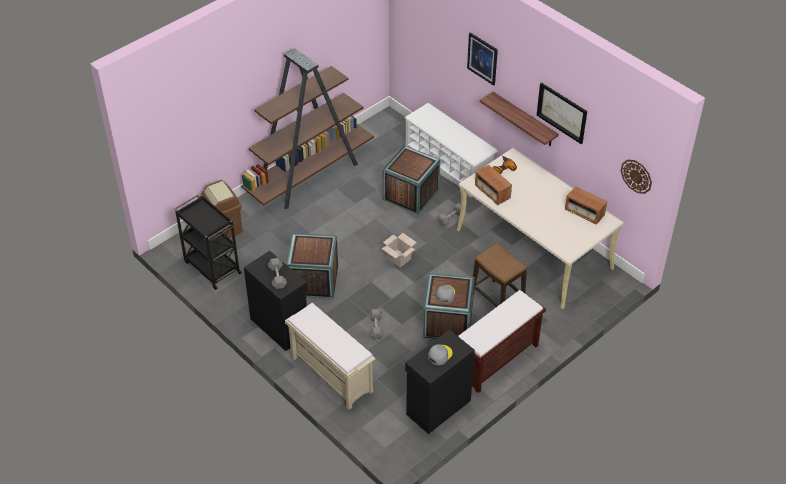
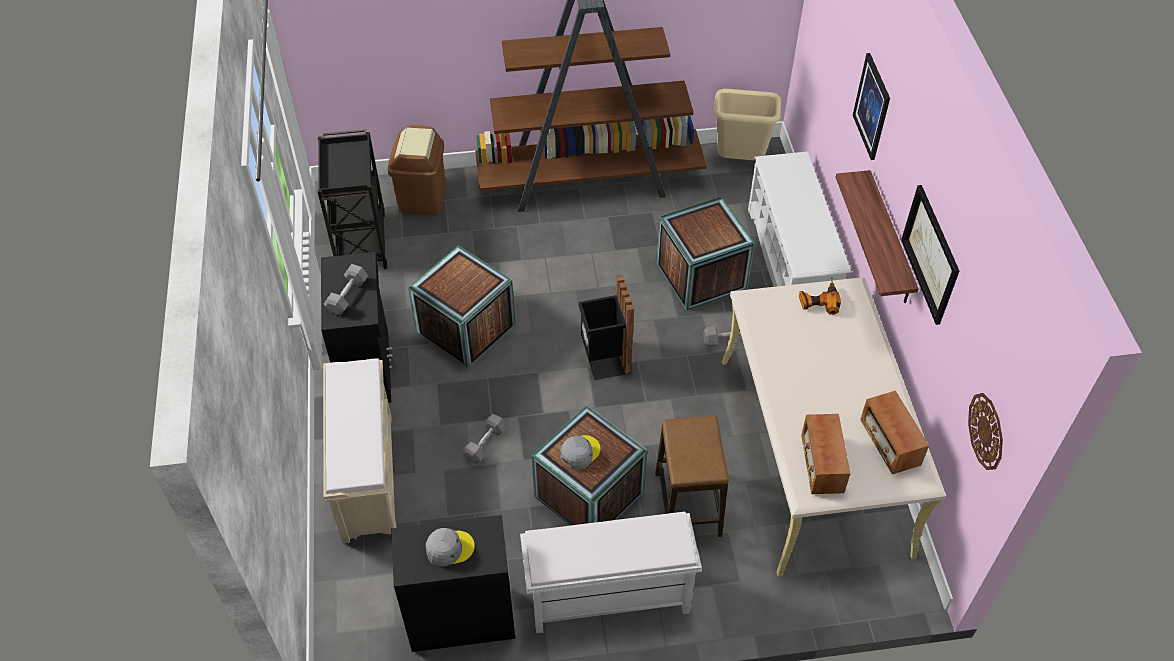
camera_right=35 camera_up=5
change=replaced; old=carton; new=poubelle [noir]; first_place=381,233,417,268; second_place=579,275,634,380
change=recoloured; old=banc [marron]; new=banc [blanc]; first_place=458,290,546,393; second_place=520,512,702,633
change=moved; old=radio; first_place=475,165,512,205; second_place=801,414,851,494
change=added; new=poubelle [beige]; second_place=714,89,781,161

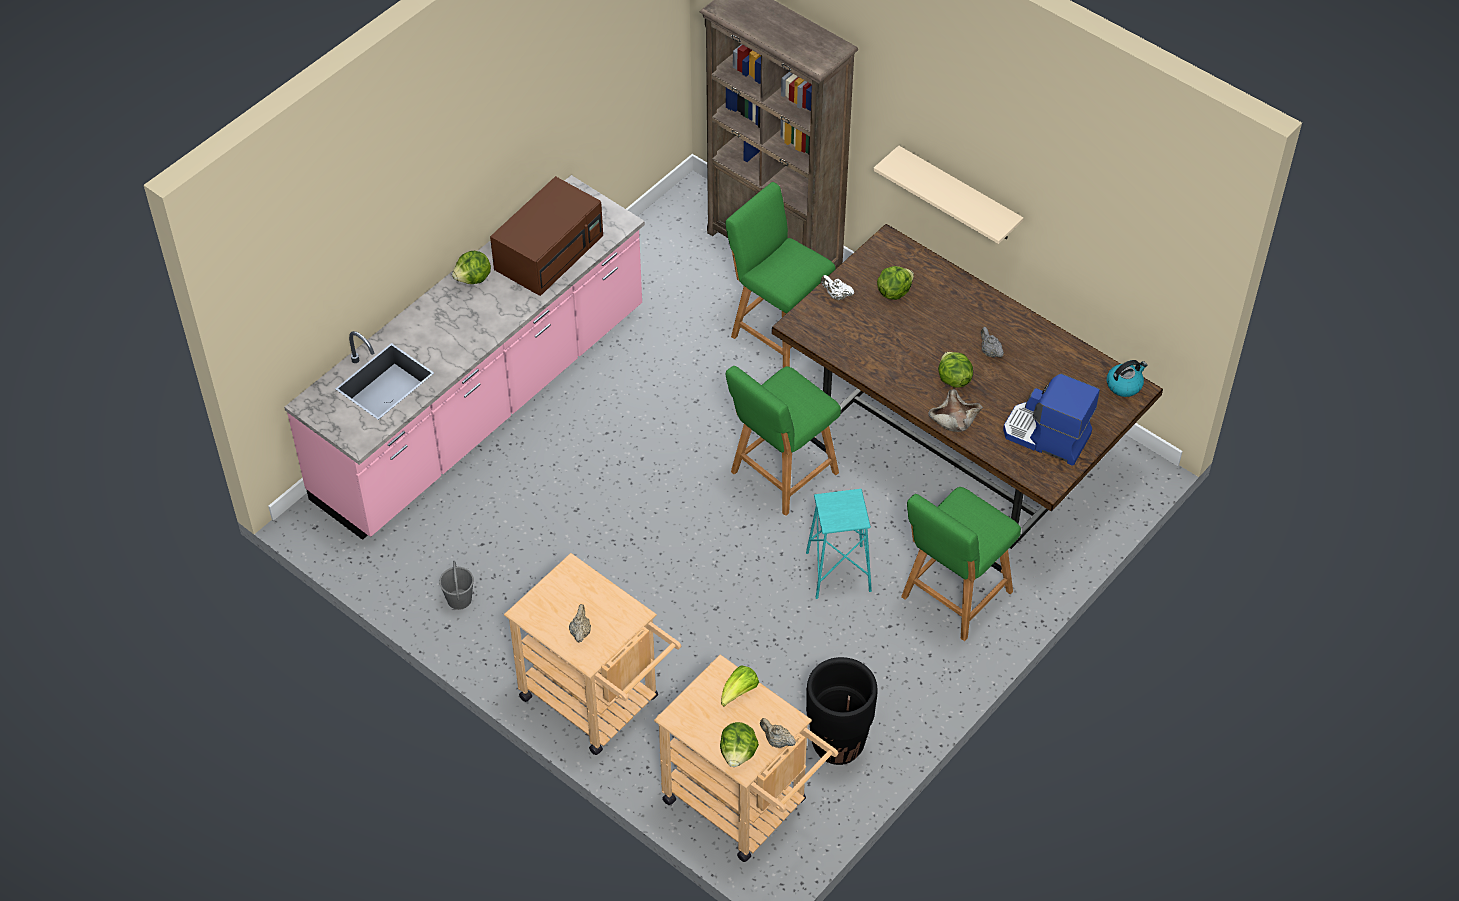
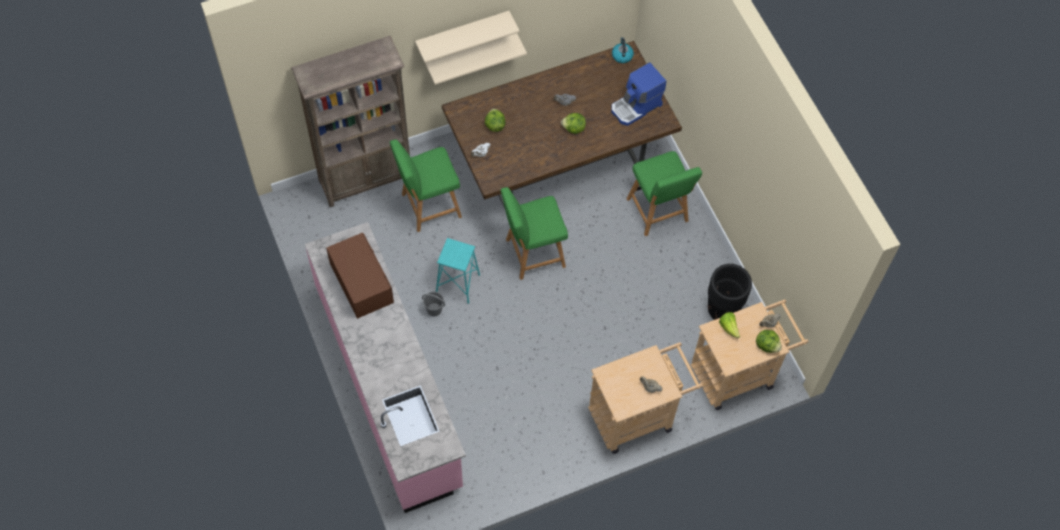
camera_right=-65 camera_up=10
change=moved; old=seau [gris]; first_place=439,561,474,610; second_place=422,291,445,317
change=removed; old=laitue; first_place=452,251,491,284
change=turned; old=chaise [vert]; first_place=726,366,841,516; second_place=501,187,568,280; degrees=90
change=moved; old=tabouret [turquoise]; first_place=806,489,872,599; second_place=436,238,480,304
change=removed; old=bol [beige]; first_place=928,389,983,432
change=added; new=étagère [beige]; second_place=415,11,519,63

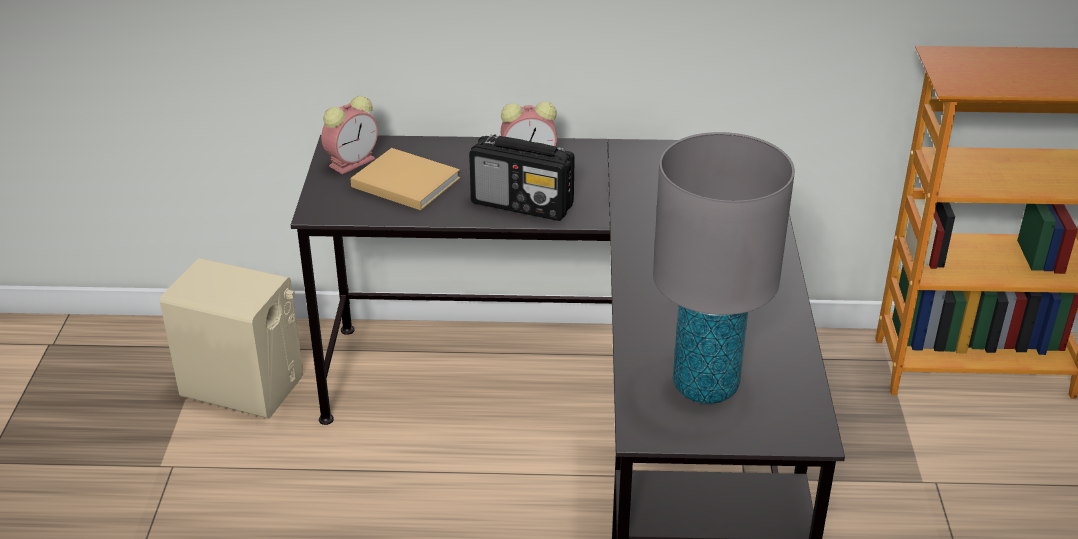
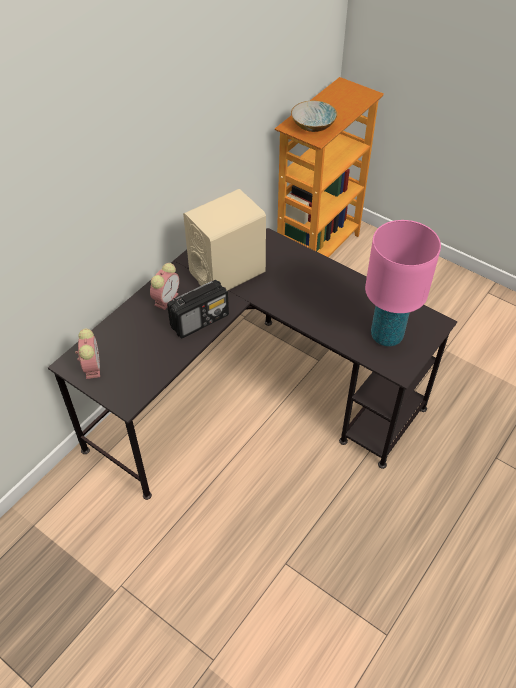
camera_right=-55 camera_up=15
change=moved; old=enceinte [beige]; first_place=160,258,303,419; second_place=183,189,266,291
change=removed; old=livre [beige]; first_place=350,148,460,210
change=recoloured; old=lampe de table [gris]; new=lampe de table [rose]; first_place=653,132,795,404; second_place=365,220,441,346
change=added; new=bol; second_place=291,101,337,132

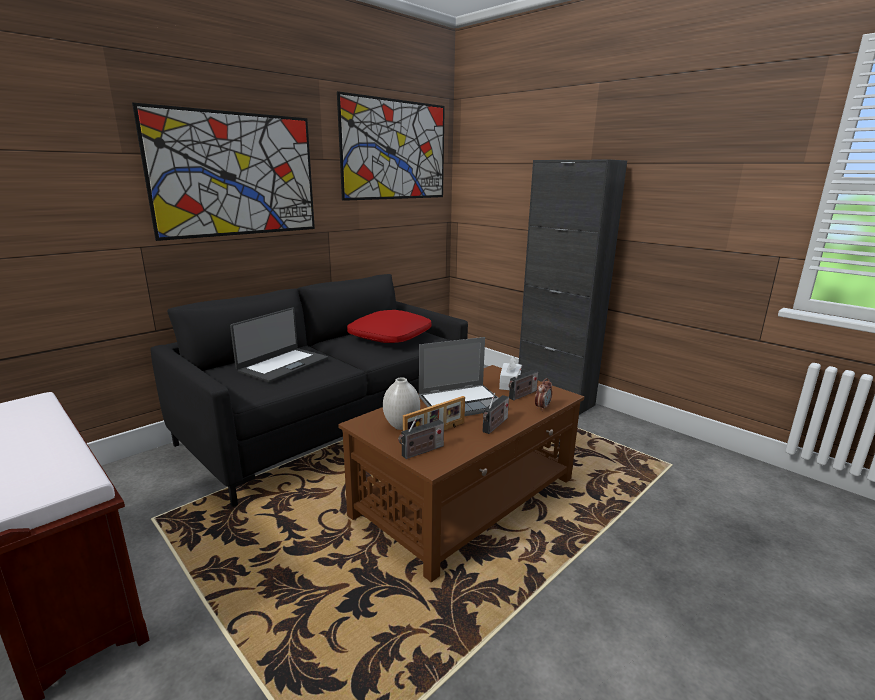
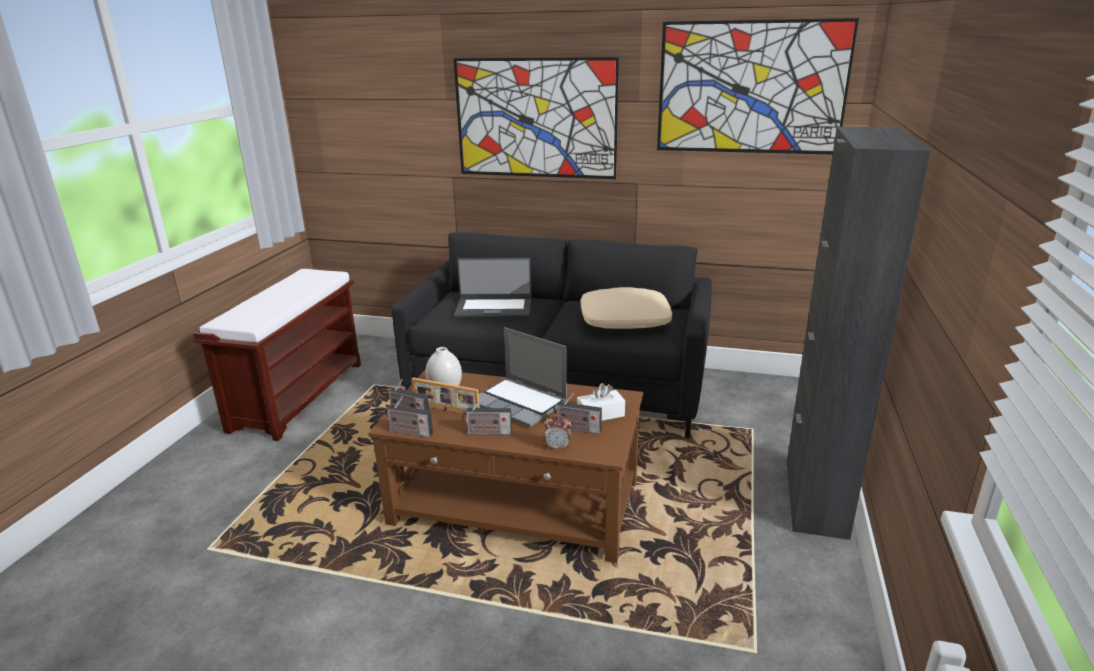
camera_right=60 camera_up=5
change=recoloured; old=coussin [rouge]; new=coussin [beige]; first_place=347,310,431,343; second_place=581,287,672,329
change=added; new=radio; second_place=385,397,433,437

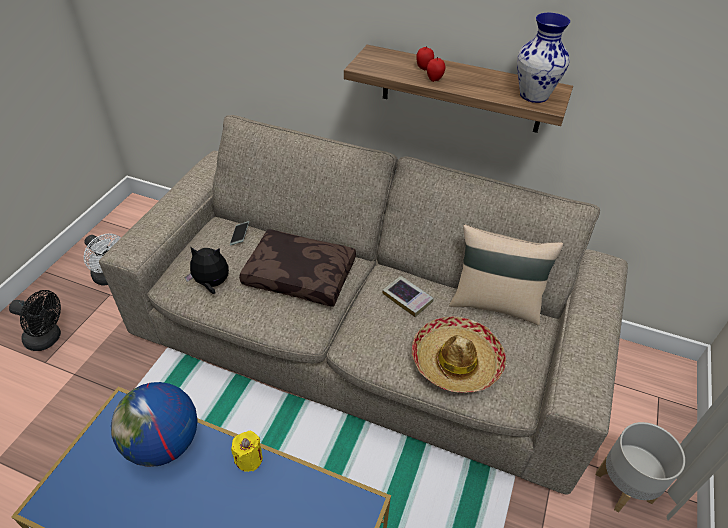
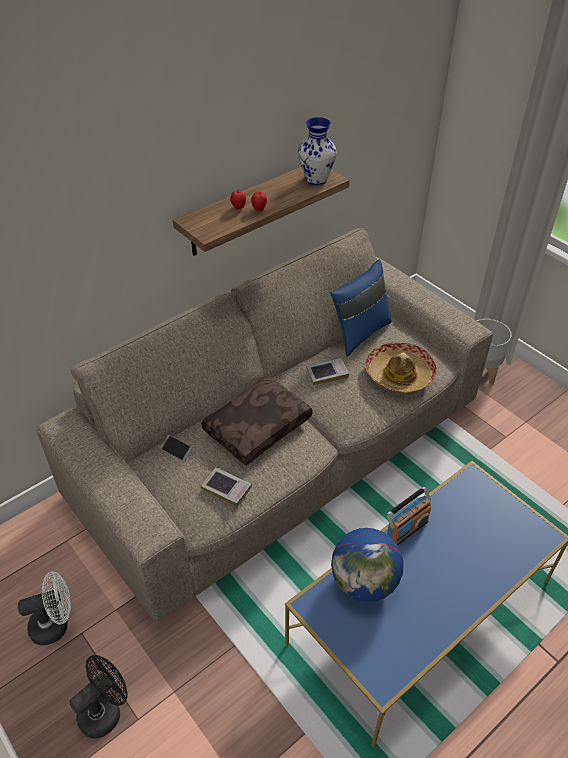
camera_right=-60 camera_up=0
change=replaced; old=peluche; new=livre; first_place=185,246,229,294; second_place=201,467,252,507
change=replaced; old=bougie [jaune]; new=radio; first_place=231,431,263,472; second_place=387,487,431,545
change=recoloured; old=coussin [beige]; new=coussin [bleu]; first_place=449,225,563,325; second_place=330,260,392,357

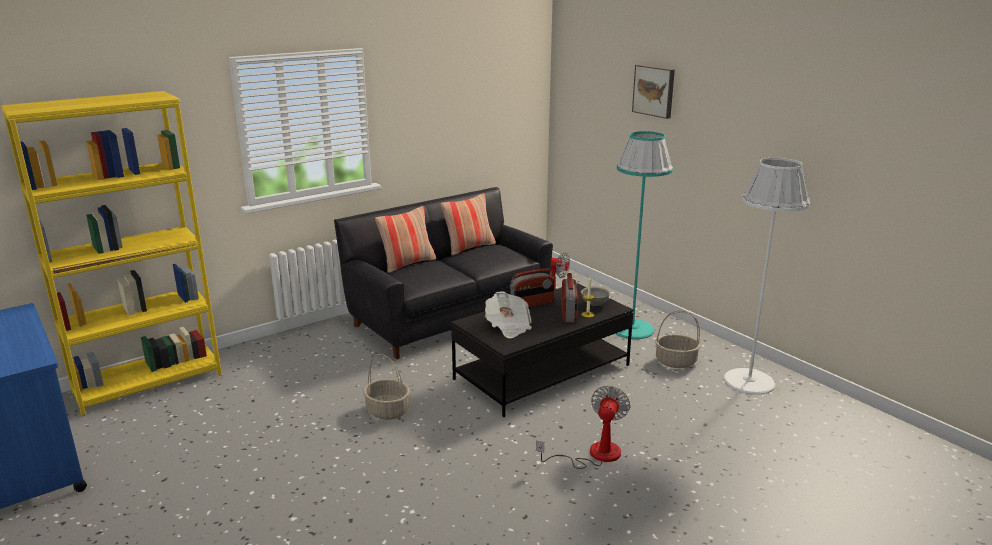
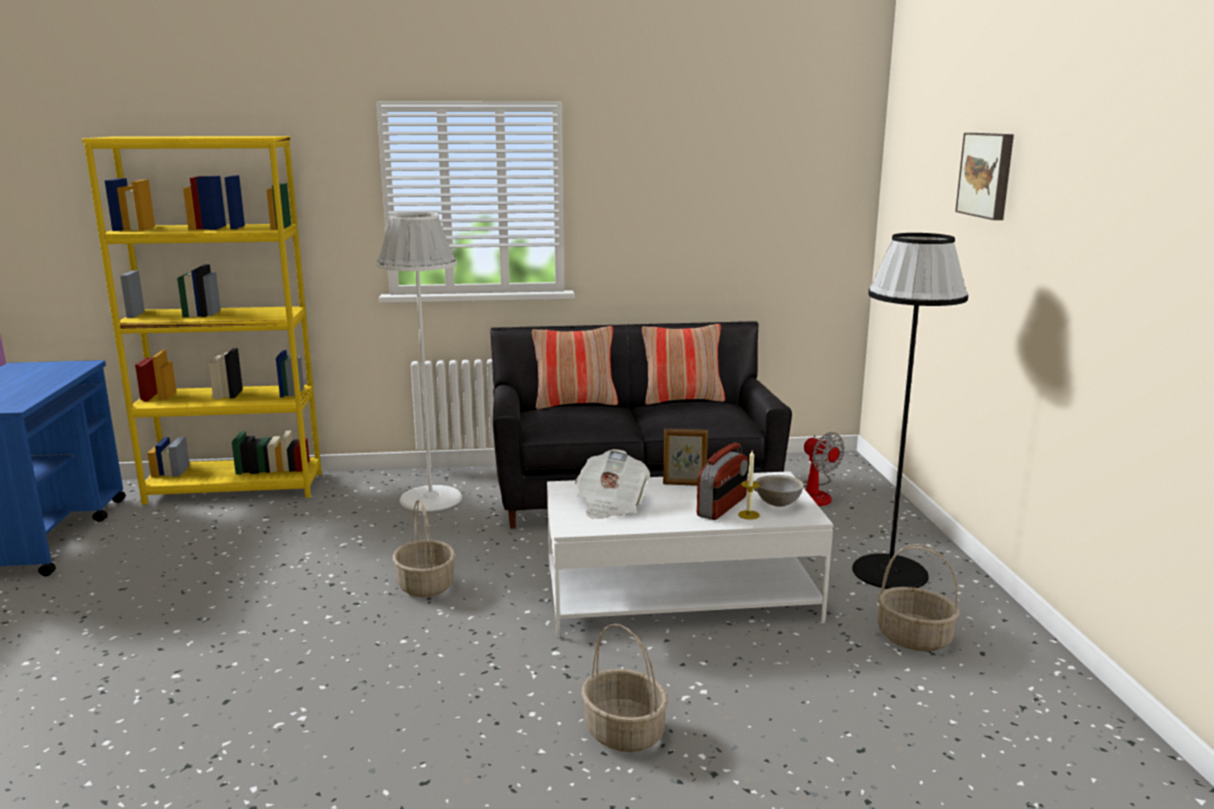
camera_right=30 camera_up=-5
change=recoloured; old=table basse [noir]; new=table basse [blanc]; first_place=451,283,634,417; second_place=547,471,833,638
change=replaced; old=radio; new=cadre photo; first_place=510,268,555,307; second_place=663,428,708,486
change=replaced; old=ventilateur; new=panier; first_place=536,385,631,469; second_place=582,624,668,752
change=recoloured; old=lampadaire [turquoise]; new=lampadaire [noir]; first_place=615,131,673,339; second_place=852,233,968,589
change=moved; old=lampadaire [blanc]; first_place=724,158,810,395; second_place=377,212,462,511

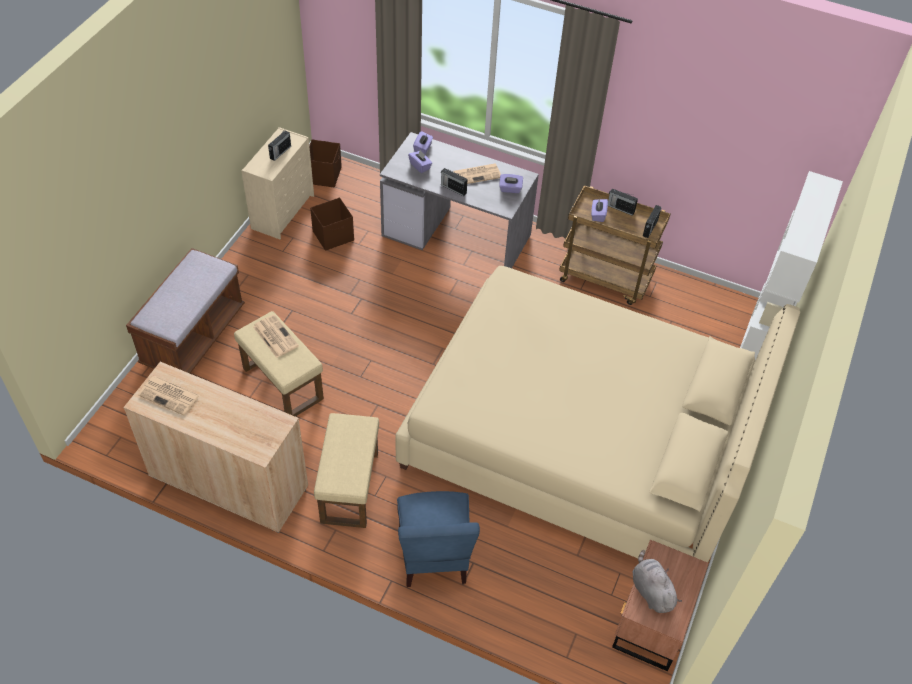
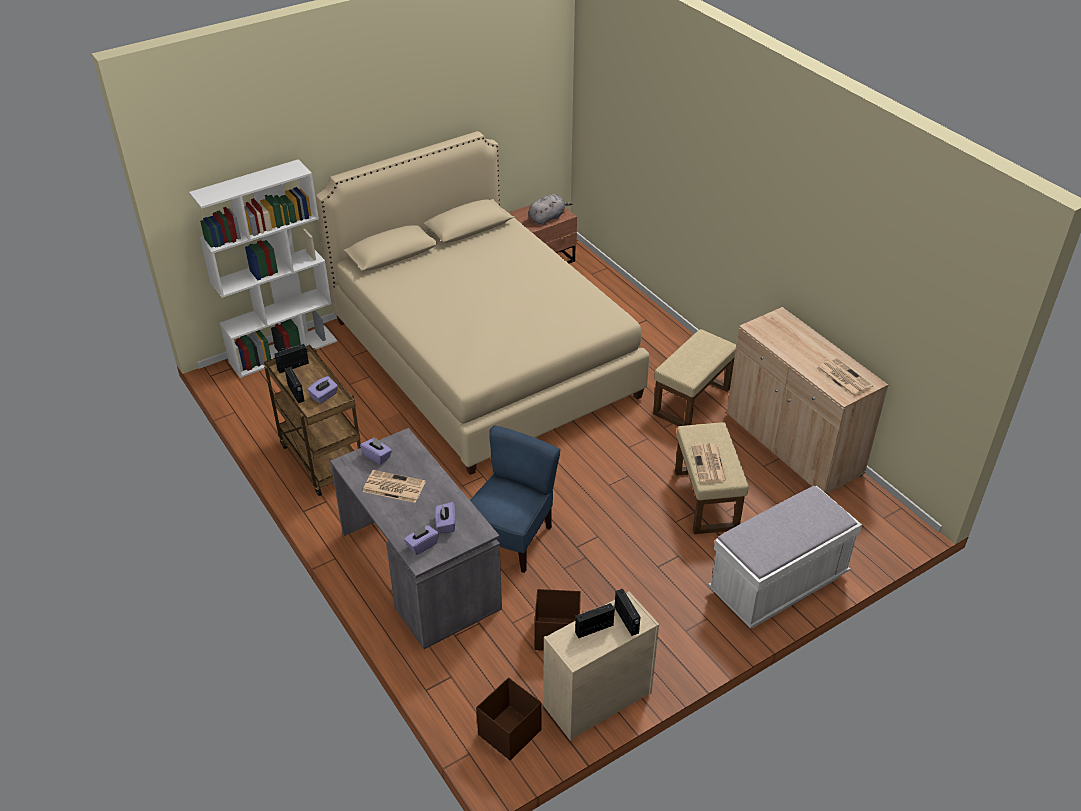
camera_right=-145 camera_up=-10
change=recoloured; old=banc [marron]; new=banc [blanc]; first_place=126,248,245,373; second_place=708,486,862,628
change=moved; old=chaise [bleu]; first_place=397,491,480,587; second_place=470,426,561,573
change=moved; old=radio; first_place=441,168,468,196; second_place=615,589,640,636
change=turned; old=peluche [gris]; first_place=633,550,682,613; second_place=528,194,573,225; degrees=-135

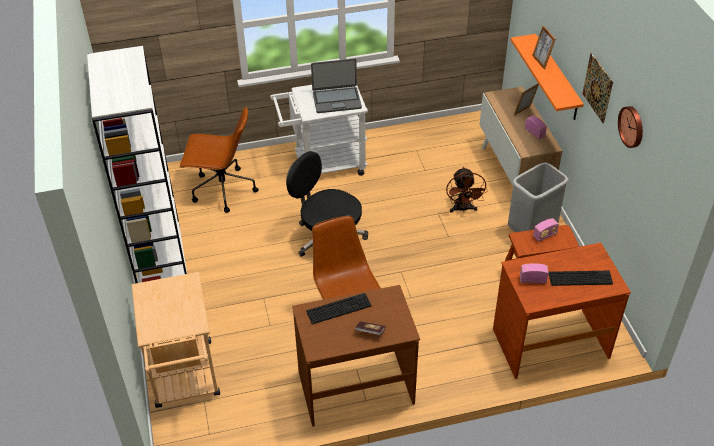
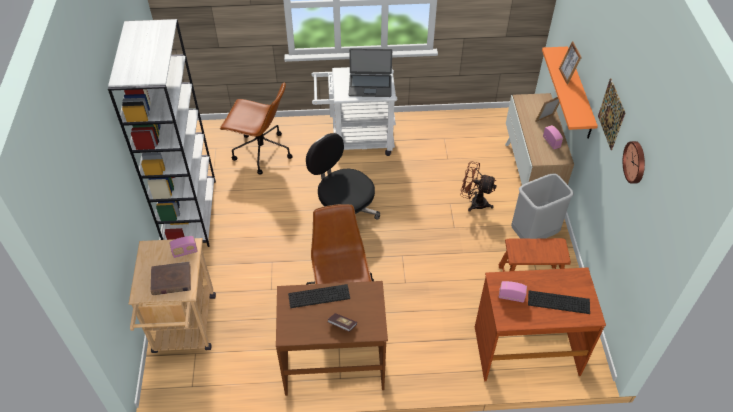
camera_right=10 camera_up=5
change=turned; old=ventilateur [marron]; first_place=446,167,488,213; second_place=460,161,497,212; degrees=105
change=moved; old=radio; first_place=533,218,559,242; second_place=169,236,198,258
change=added; new=livre [marron]; second_place=151,262,191,295

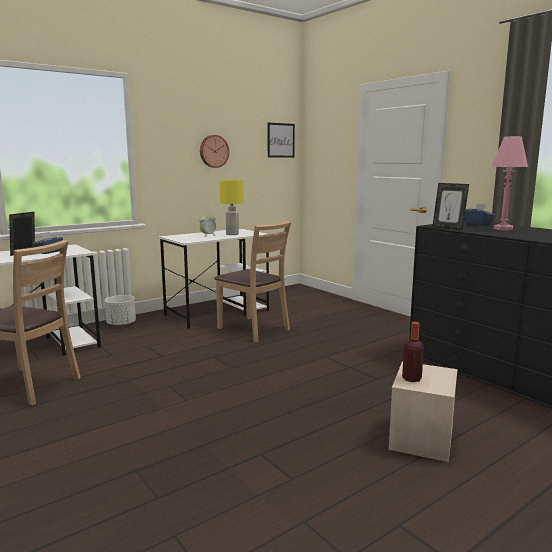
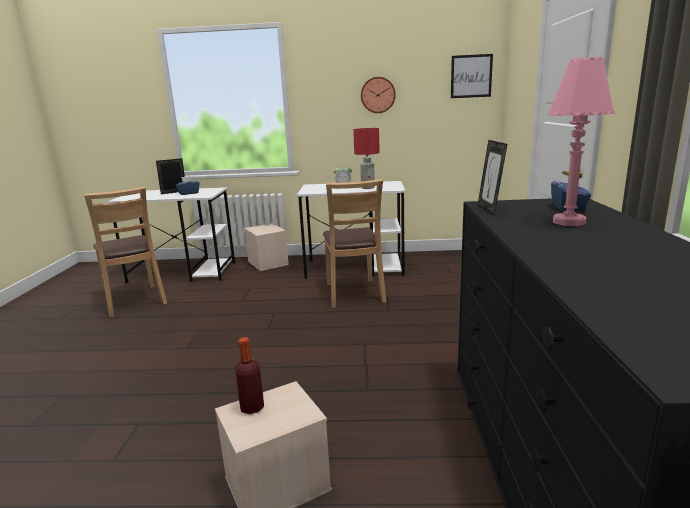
camera_right=40 camera_up=5
change=replaced; old=cache-pot [blanc]; new=boîte de rangement [beige]; first_place=105,295,136,327; second_place=244,223,289,271
change=recoloured; old=lampe de table [jaune]; new=lampe de table [rouge]; first_place=220,180,243,235; second_place=353,128,380,189

